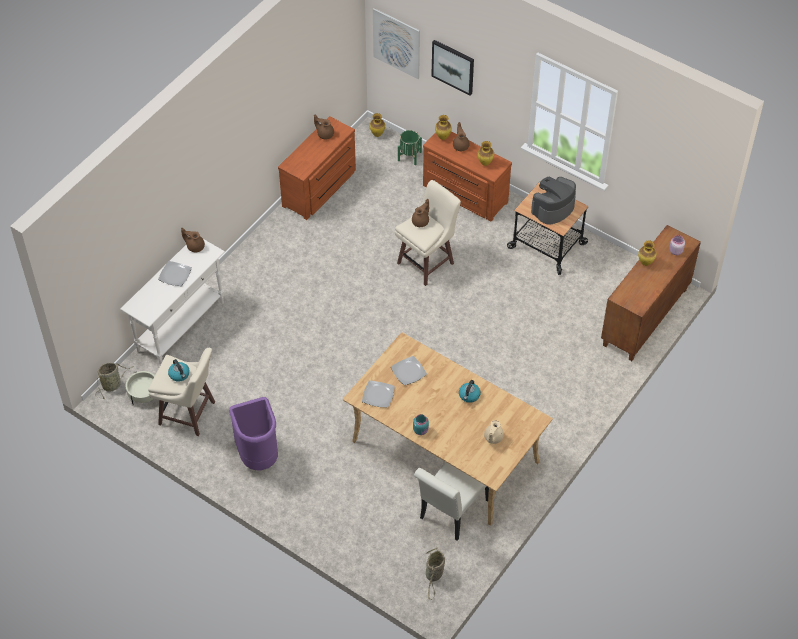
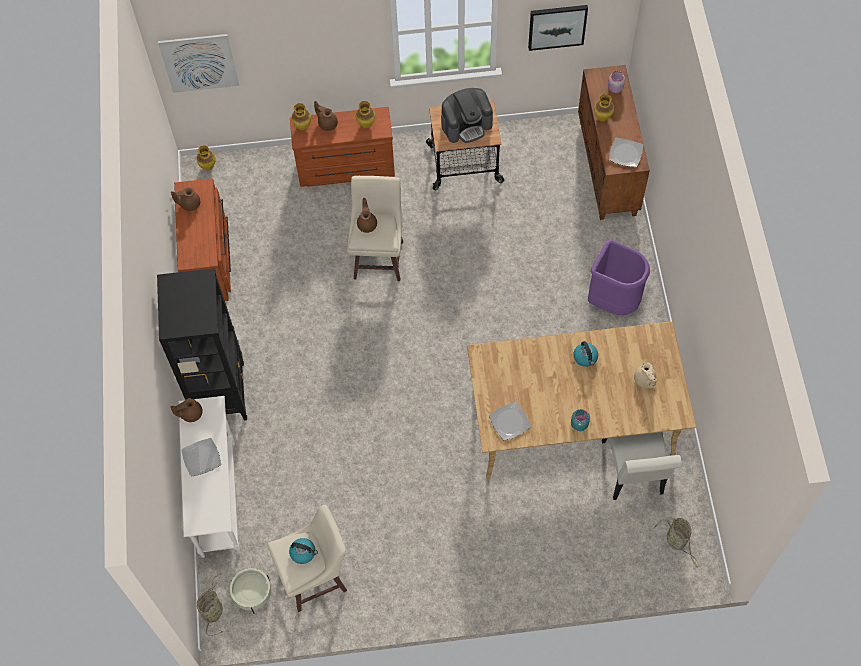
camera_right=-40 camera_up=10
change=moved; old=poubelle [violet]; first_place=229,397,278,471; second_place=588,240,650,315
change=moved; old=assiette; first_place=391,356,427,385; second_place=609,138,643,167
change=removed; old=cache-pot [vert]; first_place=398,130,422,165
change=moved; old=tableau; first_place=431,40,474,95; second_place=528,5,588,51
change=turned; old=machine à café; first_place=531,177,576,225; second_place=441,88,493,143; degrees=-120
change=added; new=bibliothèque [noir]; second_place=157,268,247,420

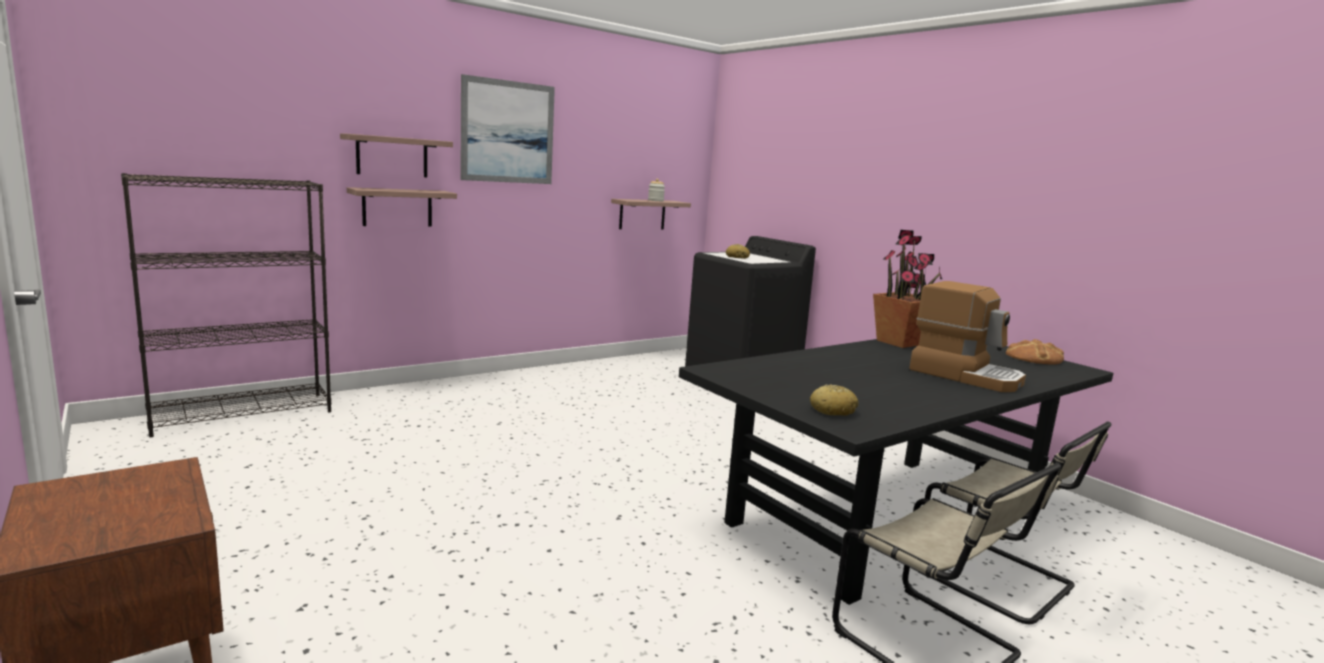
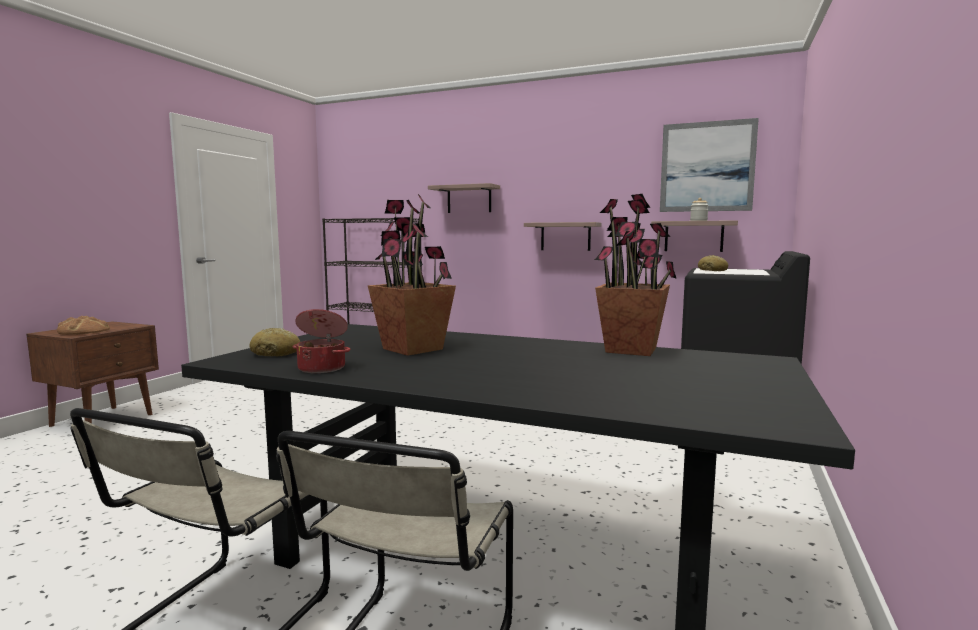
camera_right=60 camera_up=-5
change=moved; old=étagère; first_place=347,187,457,226; second_place=524,222,601,251
change=moved; old=tableau; first_place=460,74,555,184; second_place=660,118,759,212
change=removed; old=machine à café; first_place=909,281,1026,392
change=moved; old=pain; first_place=1006,339,1064,365; second_place=57,316,110,335
change=added; new=marmite; second_place=293,309,350,373
change=added; new=plante en pot; second_place=368,194,456,356

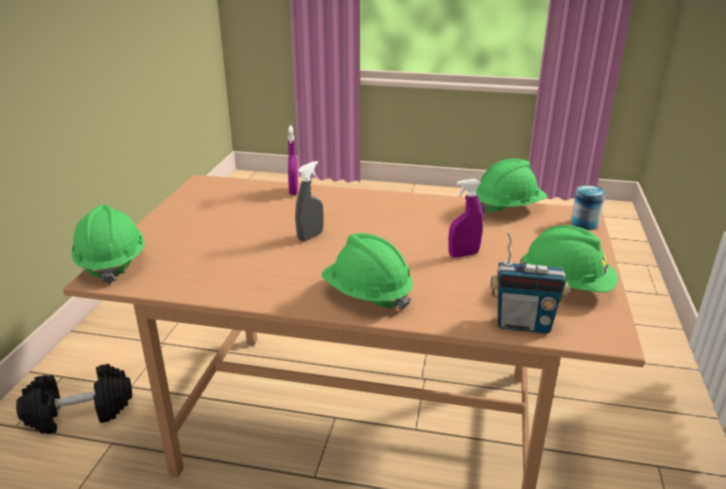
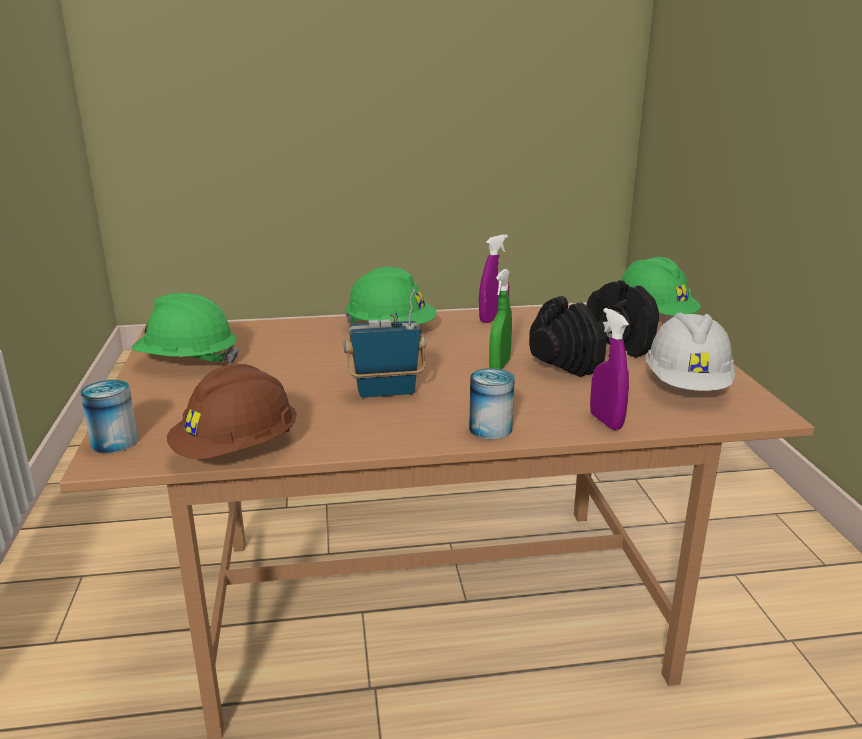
camera_right=160 camera_up=-5
change=moved; old=haltère [noir]; first_place=16,364,132,434; second_place=529,280,659,377
change=recoloured; old=vaporisateur [gris]; new=vaporisateur [vert]; first_place=295,161,324,241; second_place=489,269,512,369
change=moved; old=vaporisateur [violet]; first_place=448,179,483,258; second_place=479,234,509,323
change=recoloured; old=casque de chantier [vert]; new=casque de chantier [marron]; first_place=476,159,547,214; second_place=167,364,297,459
change=moved; old=radio; first_place=490,232,570,334; second_place=344,289,426,398
change=added; new=boîte métallique; second_place=469,368,515,440
change=added; new=casque de chantier [blanc]; second_place=646,313,735,391

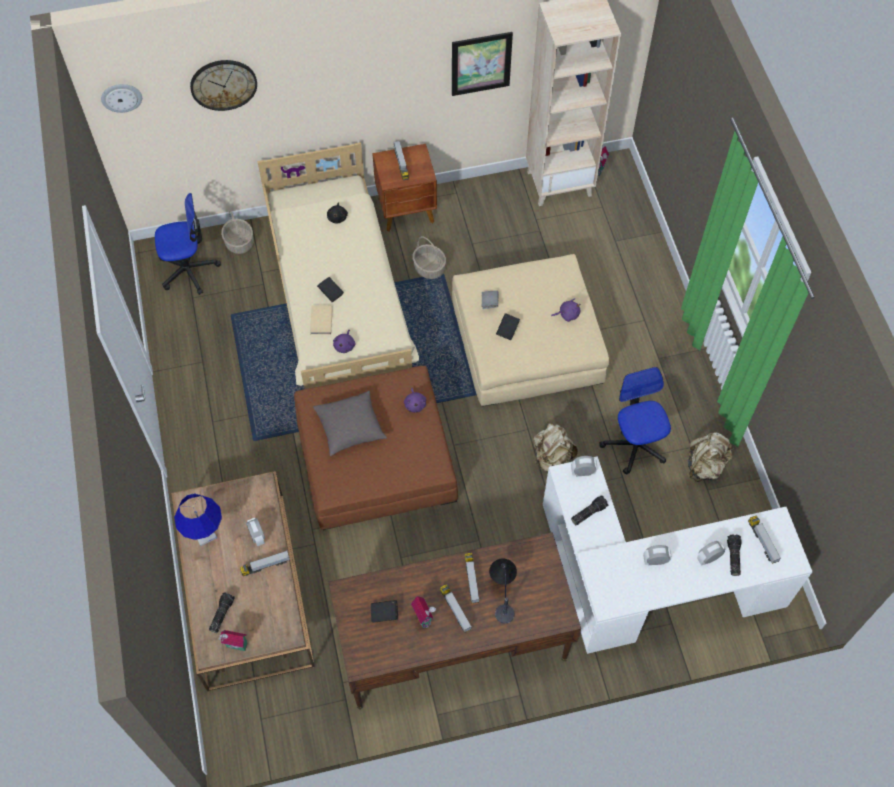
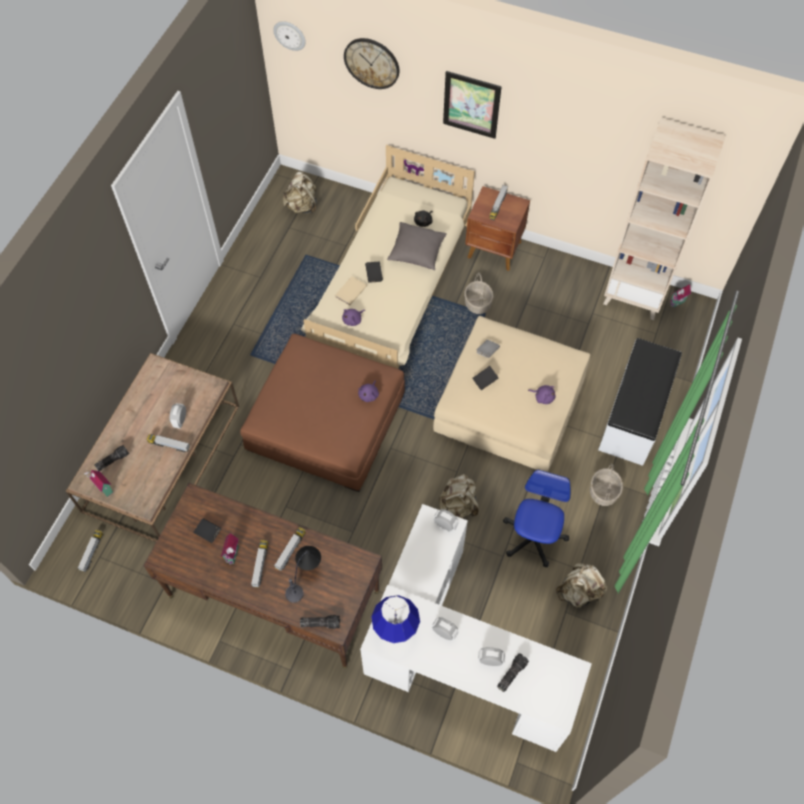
camera_right=35 camera_up=0
change=replaced; old=chaise de bureau; new=sac à dos [beige]; first_place=155,193,221,295; second_place=282,172,317,214
change=moved; old=lampe de table [bleu]; first_place=174,493,222,546; second_place=371,595,420,643
change=moved; old=panier; first_place=221,210,254,254; second_place=590,463,623,506
change=moved; old=coussin [gris]; first_place=313,391,387,456; second_place=387,222,447,271
change=moved; old=tableau; first_place=452,32,513,96; second_place=443,71,502,139
change=moved; old=lampe de poche; first_place=571,495,608,525; second_place=300,615,340,629
change=moved; old=camion jouet; first_place=748,516,781,564; second_place=78,530,103,572
change=added; new=banc [blanc]; second_place=598,338,682,466

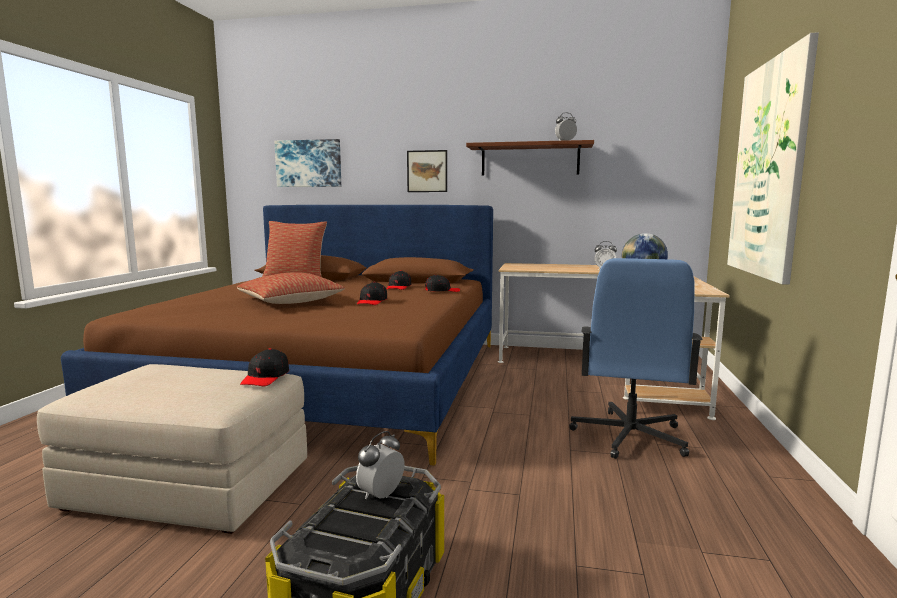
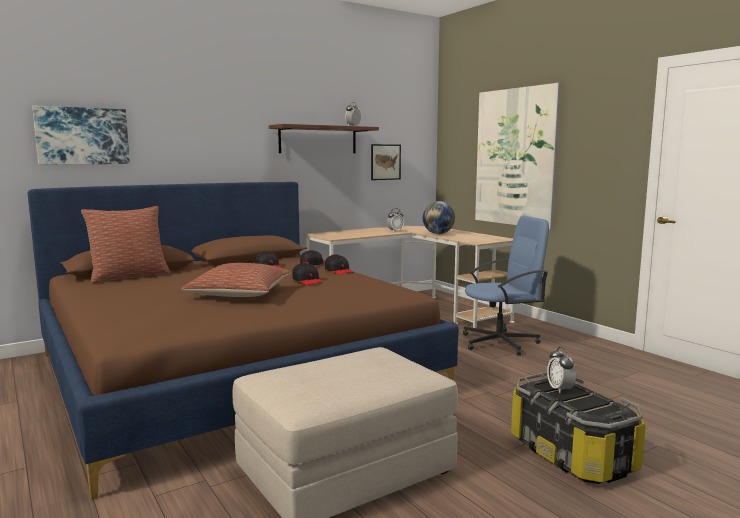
camera_right=-45 camera_up=0
change=moved; old=casquette [noir]; first_place=240,348,289,386; second_place=325,254,354,275
change=moved; old=tableau; first_place=407,150,447,192; second_place=371,144,401,180
change=turned; old=chaise de bureau [bleu]; first_place=569,258,703,459; second_place=463,215,549,356; degrees=-75

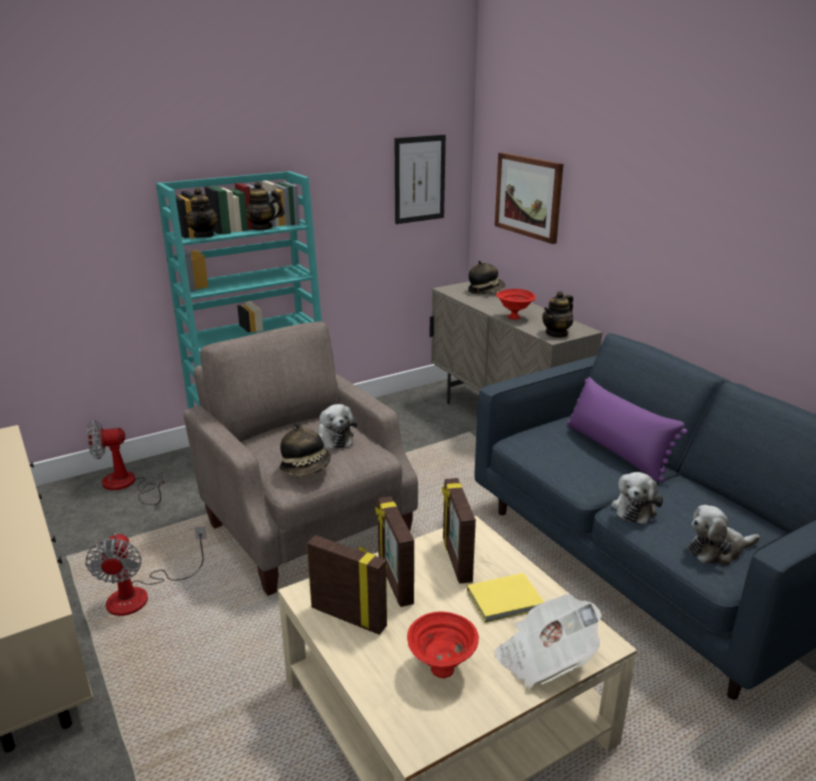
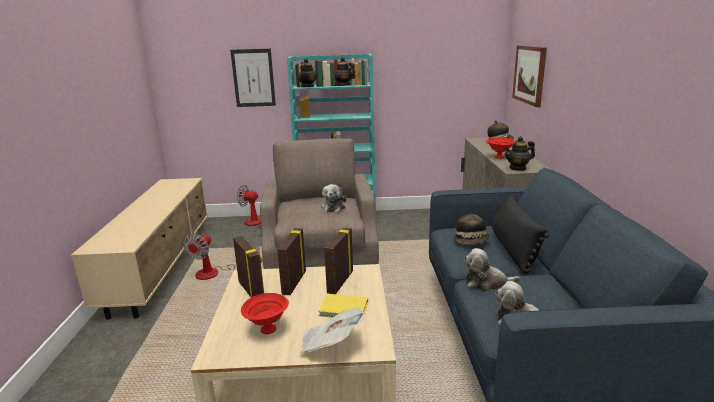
camera_right=30 camera_up=-5
change=moved; old=chapeau; first_place=279,423,331,476; second_place=454,210,490,245
change=moved; old=tableau; first_place=394,135,446,224; second_place=230,49,276,107
change=recoloured; old=coussin [violet]; new=coussin [noir]; first_place=567,377,687,482; second_place=492,194,549,274
change=turned; old=peluche; first_place=611,472,663,524; second_place=464,248,520,291; degrees=45

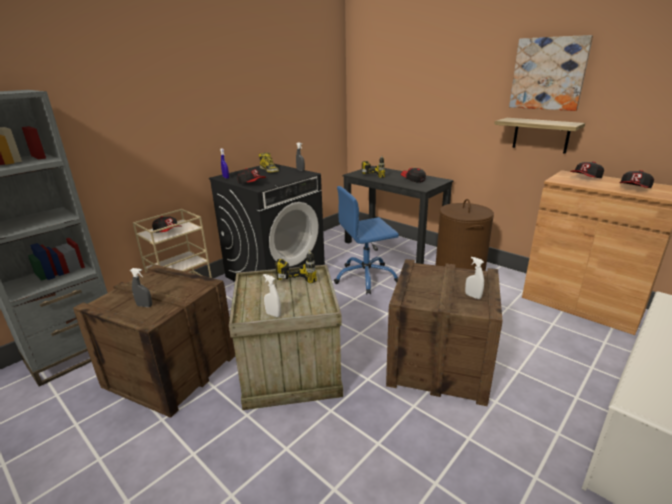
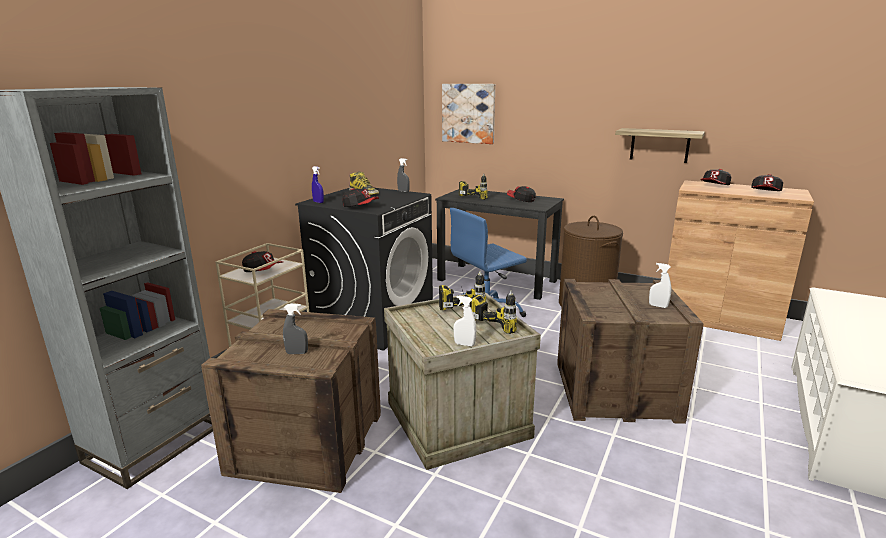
camera_right=-15 camera_up=-5
change=moved; old=tableau; first_place=509,35,593,111; second_place=442,84,495,144
change=added; new=perceuse; second_place=470,290,517,334

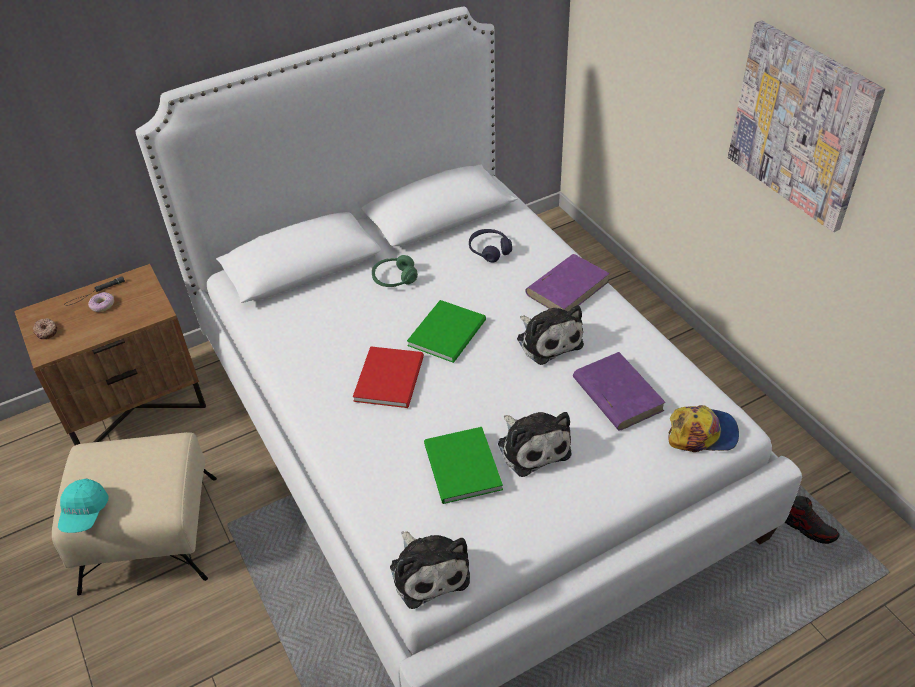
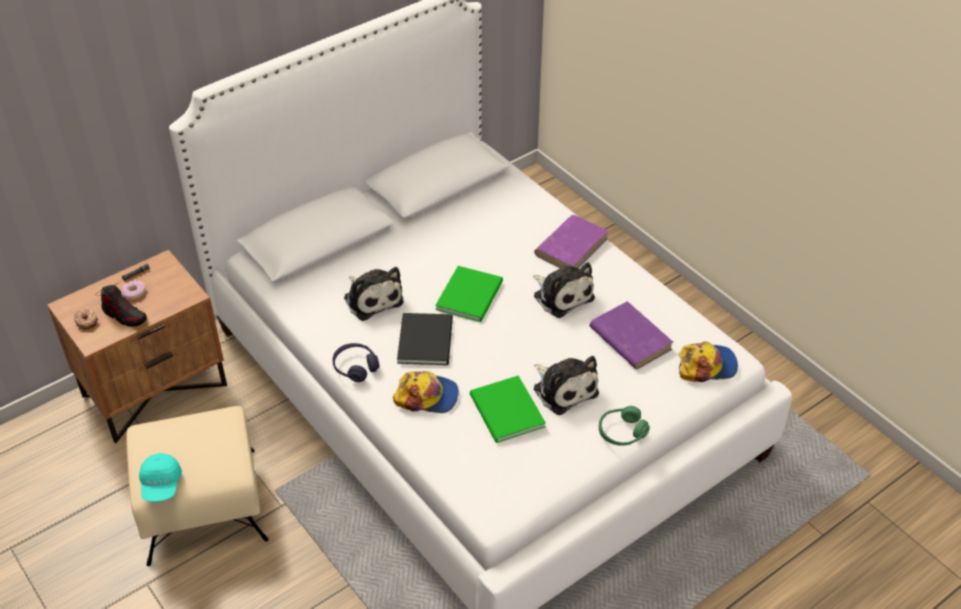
camera_right=-10 camera_up=0
change=recoloured; old=livre [rouge]; new=livre [noir]; first_place=353,346,424,408; second_place=397,313,453,365
change=moved; old=casque audio [vert]; first_place=372,255,418,287; second_place=599,406,650,446
change=moved; old=peluche; first_place=390,531,470,609; second_place=344,267,403,321
change=moved; old=casque audio [violet]; first_place=469,229,512,263; second_place=333,343,379,382
change=removed; old=tableau; first_place=728,20,885,232
change=moved; old=chaussure; first_place=785,496,840,544; second_place=101,285,147,327
change=added; new=casquette; second_place=393,371,459,413

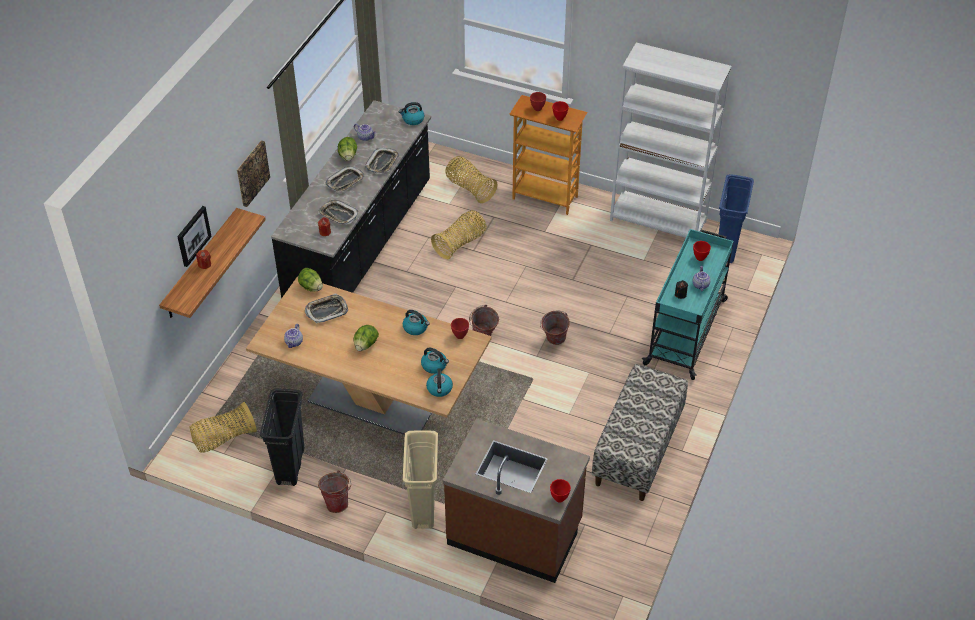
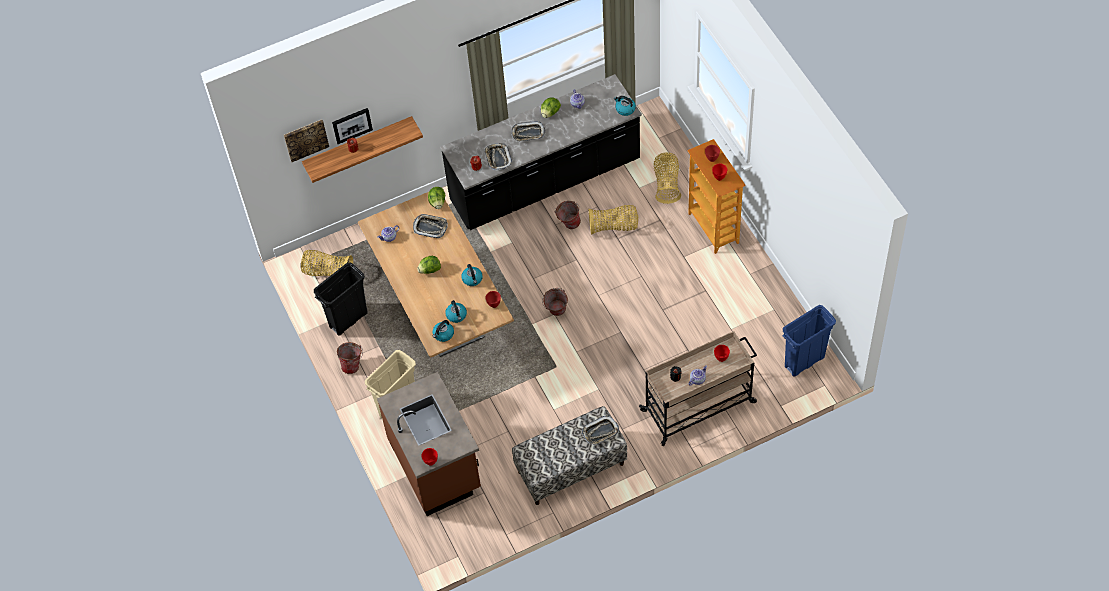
camera_right=45 camera_up=10
change=moved; old=tableau; first_place=237,140,270,207; second_place=284,119,329,162
change=moved; old=plateau; first_place=365,148,399,173; second_place=582,415,619,446
change=moved; old=seau; first_place=540,310,570,345; second_place=555,201,581,229
change=removed; old=bibliothèque [blanc]; first_place=610,42,731,238
change=recoloured; old=chariot [turquoise]; new=chariot [beige]; first_place=642,229,734,380; second_place=639,331,757,446

